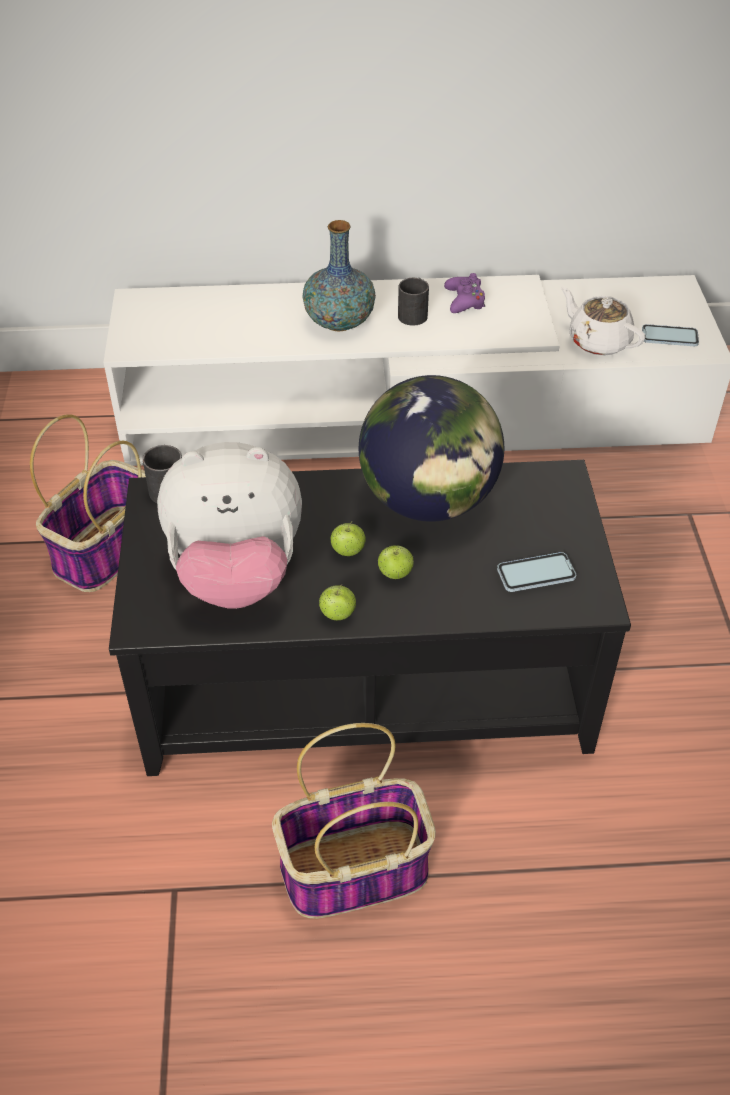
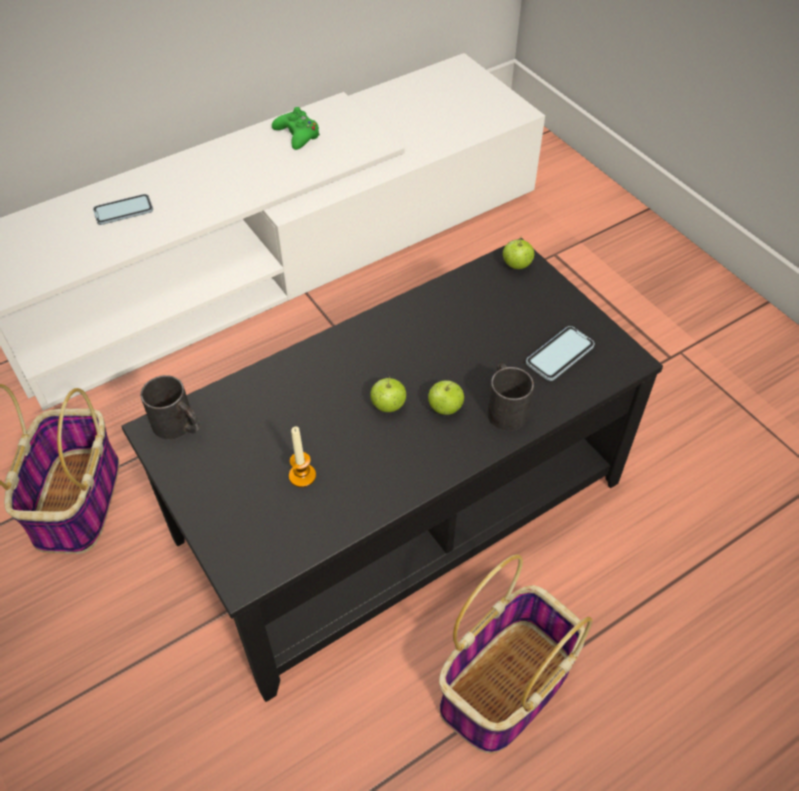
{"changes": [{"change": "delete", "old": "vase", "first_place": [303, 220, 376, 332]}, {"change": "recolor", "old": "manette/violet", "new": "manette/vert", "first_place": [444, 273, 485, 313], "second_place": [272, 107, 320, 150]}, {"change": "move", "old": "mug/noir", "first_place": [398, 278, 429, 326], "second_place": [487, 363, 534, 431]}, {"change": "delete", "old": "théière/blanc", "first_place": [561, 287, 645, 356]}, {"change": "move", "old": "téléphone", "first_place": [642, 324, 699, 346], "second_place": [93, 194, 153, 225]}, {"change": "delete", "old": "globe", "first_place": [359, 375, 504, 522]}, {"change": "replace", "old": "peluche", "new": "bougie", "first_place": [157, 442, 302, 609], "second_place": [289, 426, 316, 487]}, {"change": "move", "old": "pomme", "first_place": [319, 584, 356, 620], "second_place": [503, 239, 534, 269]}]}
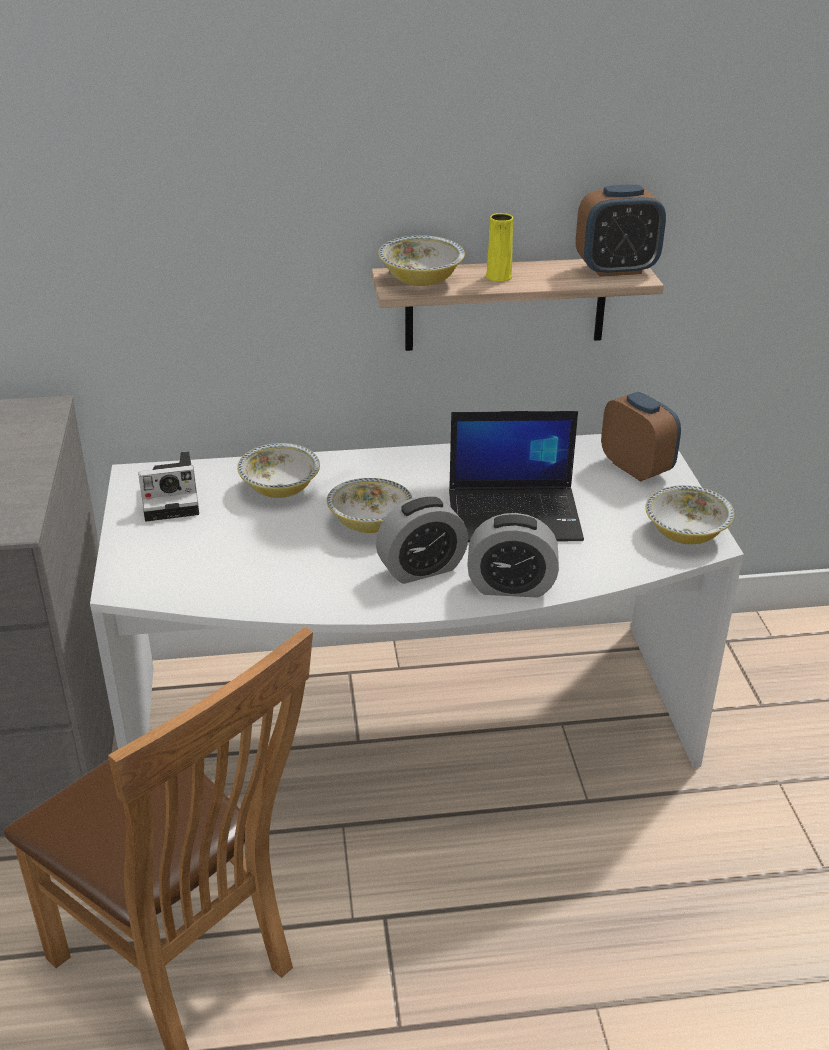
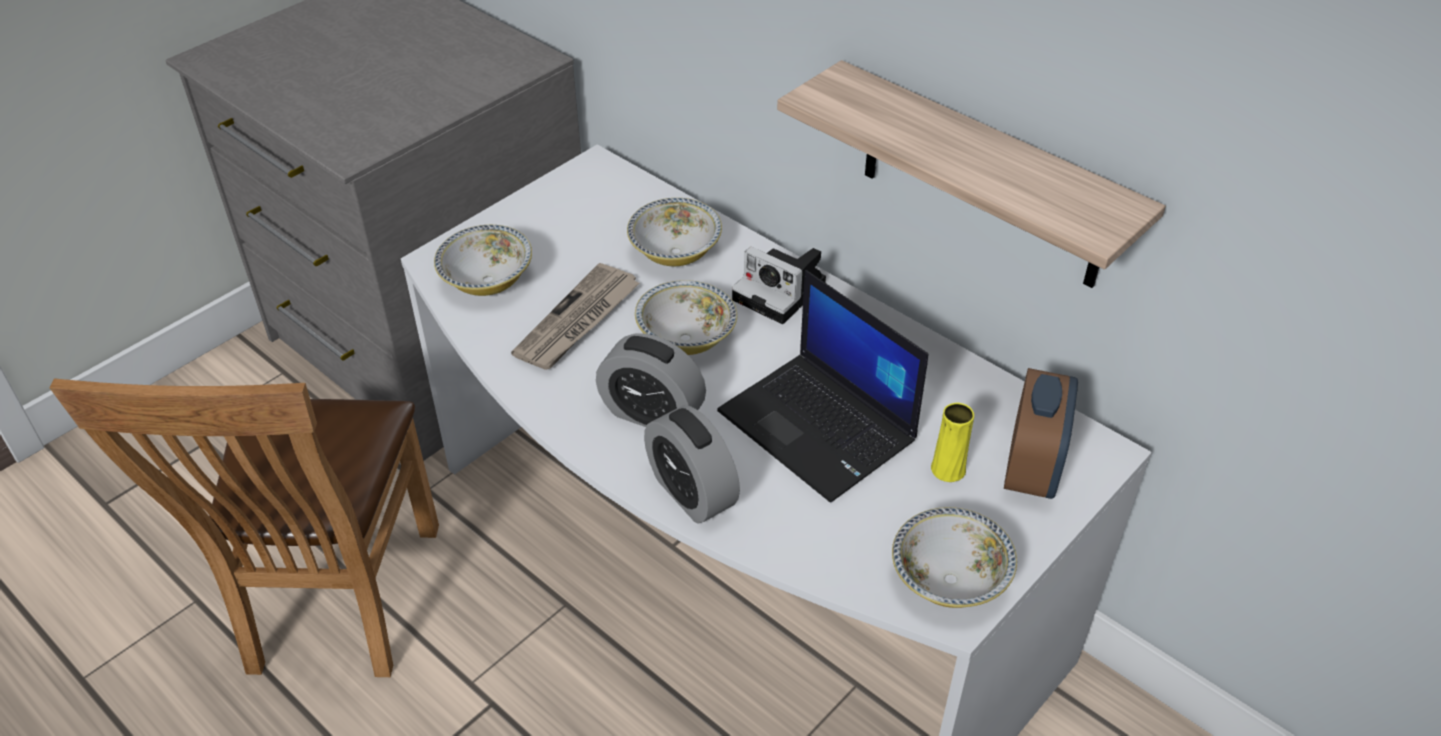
{"changes": [{"change": "delete", "old": "réveil", "first_place": [576, 185, 666, 277]}, {"change": "move", "old": "vase/jaune", "first_place": [486, 213, 513, 282], "second_place": [931, 403, 974, 482]}, {"change": "move", "old": "bol", "first_place": [378, 235, 465, 286], "second_place": [434, 225, 532, 296]}, {"change": "move", "old": "appareil photo", "first_place": [138, 451, 199, 522], "second_place": [732, 247, 826, 324]}, {"change": "insert", "new": "journal", "second_place": [511, 263, 640, 370]}]}
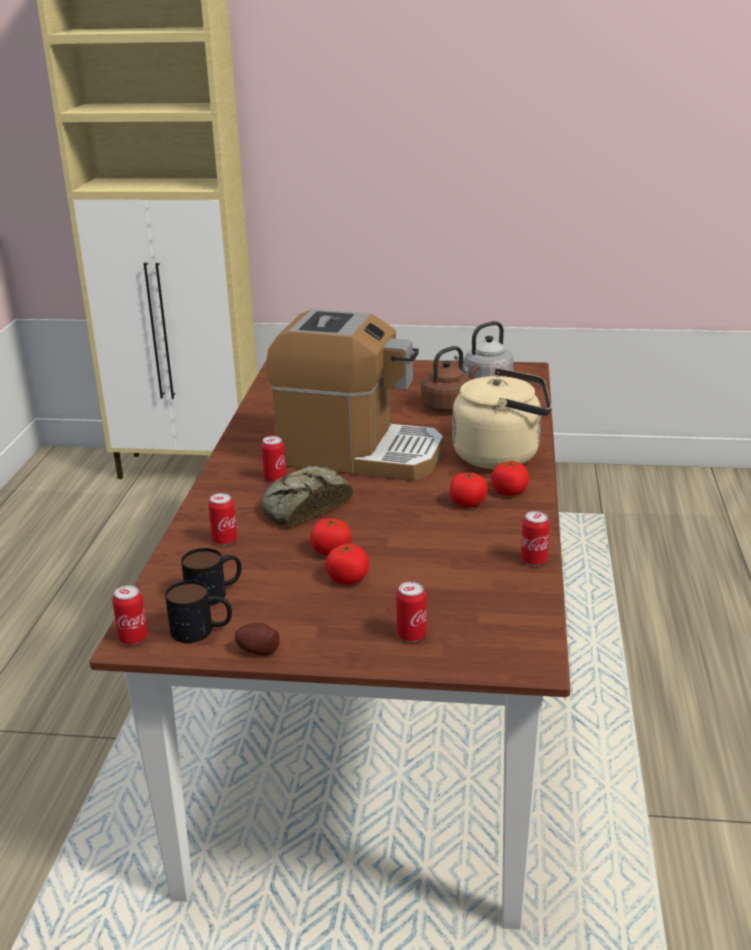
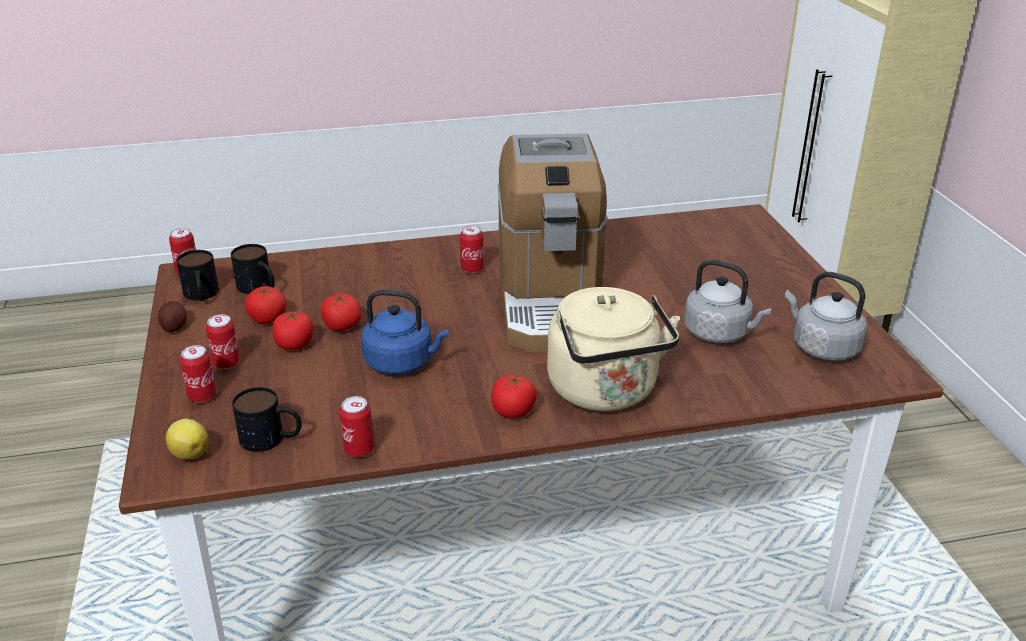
{"changes": [{"change": "recolor", "old": "bouilloire/marron", "new": "bouilloire/gris", "first_place": [421, 346, 479, 412], "second_place": [684, 259, 771, 343]}, {"change": "delete", "old": "pain", "first_place": [261, 466, 353, 527]}, {"change": "move", "old": "tomate", "first_place": [450, 472, 488, 507], "second_place": [245, 286, 287, 324]}, {"change": "move", "old": "boîte métallique", "first_place": [208, 493, 237, 545], "second_place": [206, 314, 240, 369]}, {"change": "insert", "new": "bouilloire/bleu", "second_place": [361, 289, 449, 375]}, {"change": "insert", "new": "mug", "second_place": [232, 387, 302, 452]}, {"change": "insert", "new": "citron", "second_place": [166, 419, 209, 460]}]}
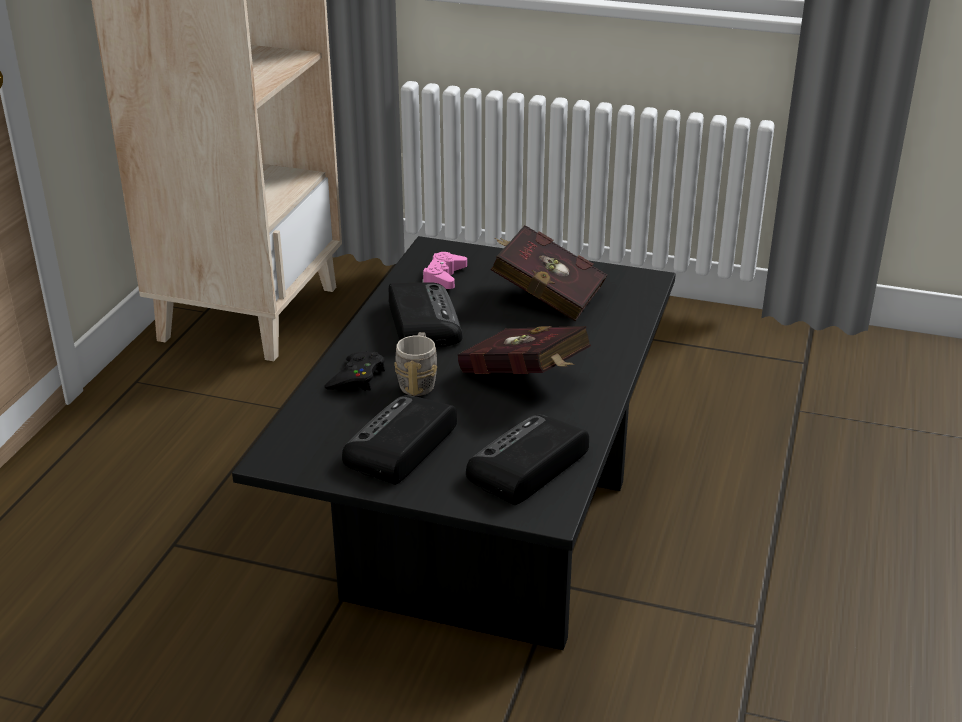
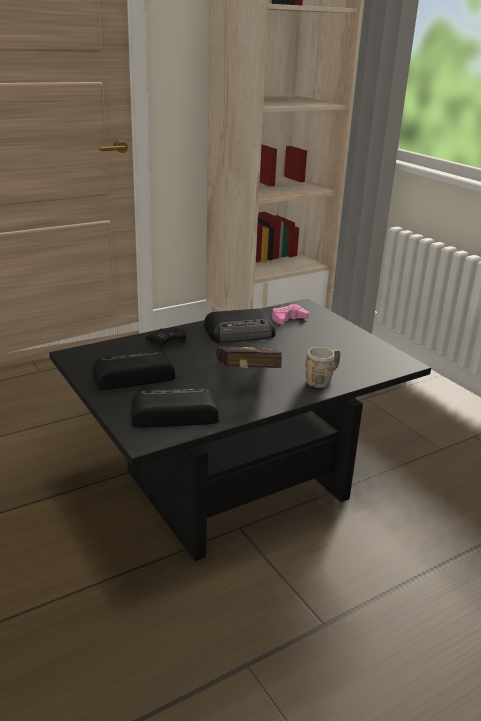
{"changes": [{"change": "delete", "old": "livre/rouge", "first_place": [491, 225, 607, 321]}, {"change": "rotate", "old": "radio", "first_place": [389, 282, 463, 347], "second_place": [204, 309, 276, 343], "degrees": 45}, {"change": "move", "old": "mug/gris", "first_place": [394, 332, 437, 396], "second_place": [305, 347, 340, 388]}]}
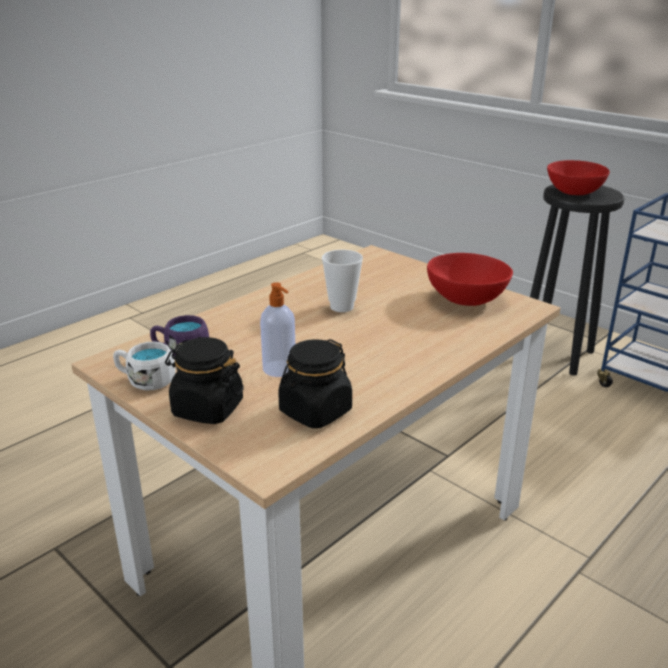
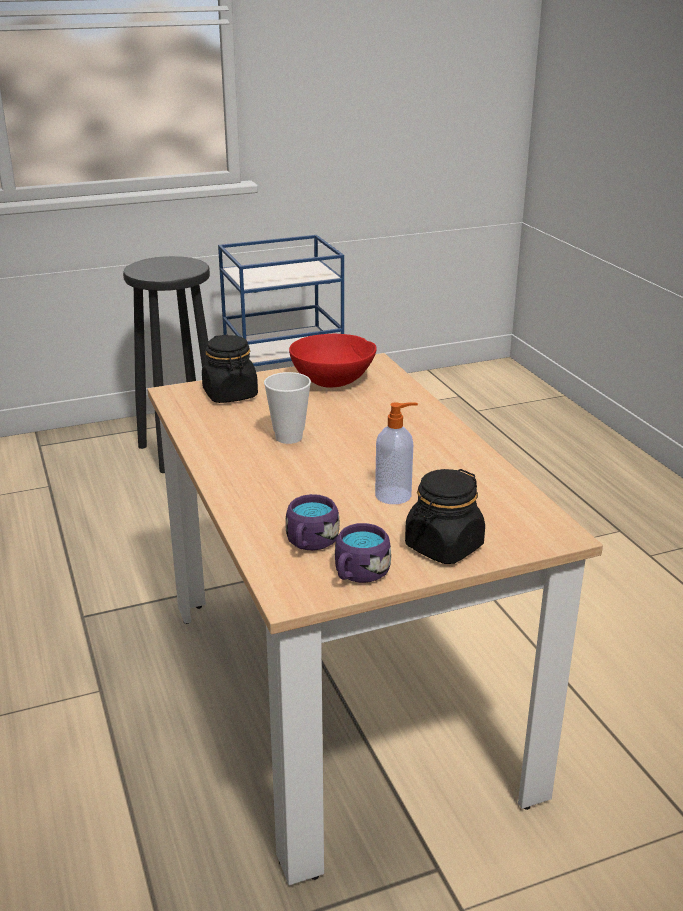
{"changes": [{"change": "delete", "old": "bol/rouge", "first_place": [547, 160, 610, 195]}, {"change": "move", "old": "bocal/noir", "first_place": [278, 339, 352, 428], "second_place": [202, 334, 258, 403]}, {"change": "recolor", "old": "mug/blanc", "new": "mug/violet", "first_place": [113, 342, 175, 391], "second_place": [335, 523, 391, 583]}]}
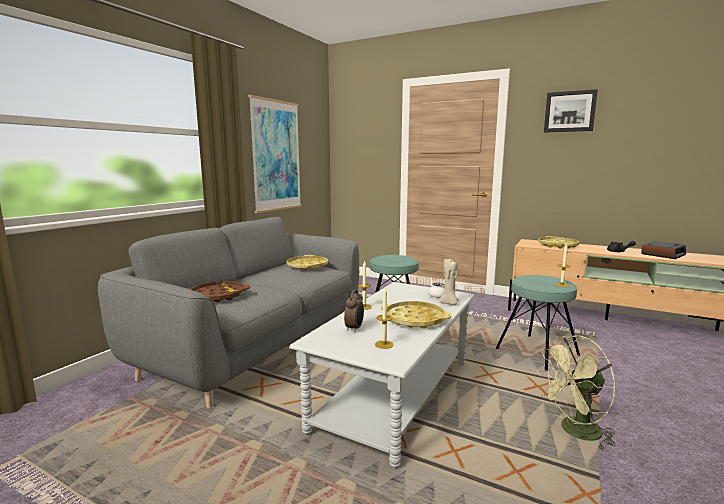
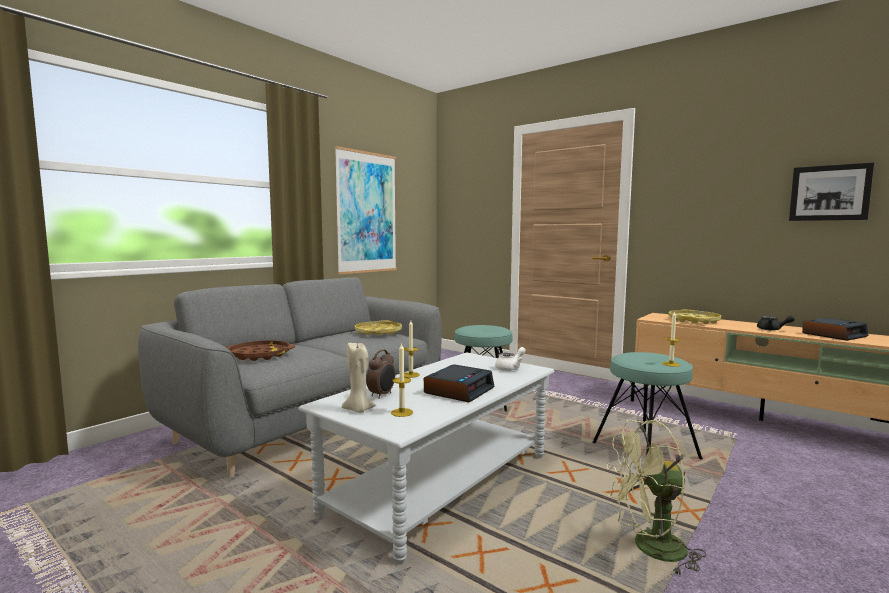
{"changes": [{"change": "move", "old": "tableau", "first_place": [544, 89, 598, 133], "second_place": [789, 162, 874, 221]}, {"change": "move", "old": "bougie/beige", "first_place": [439, 259, 458, 305], "second_place": [342, 343, 376, 413]}, {"change": "replace", "old": "plateau/jaune", "new": "réveil", "first_place": [381, 301, 452, 328], "second_place": [424, 364, 494, 402]}]}
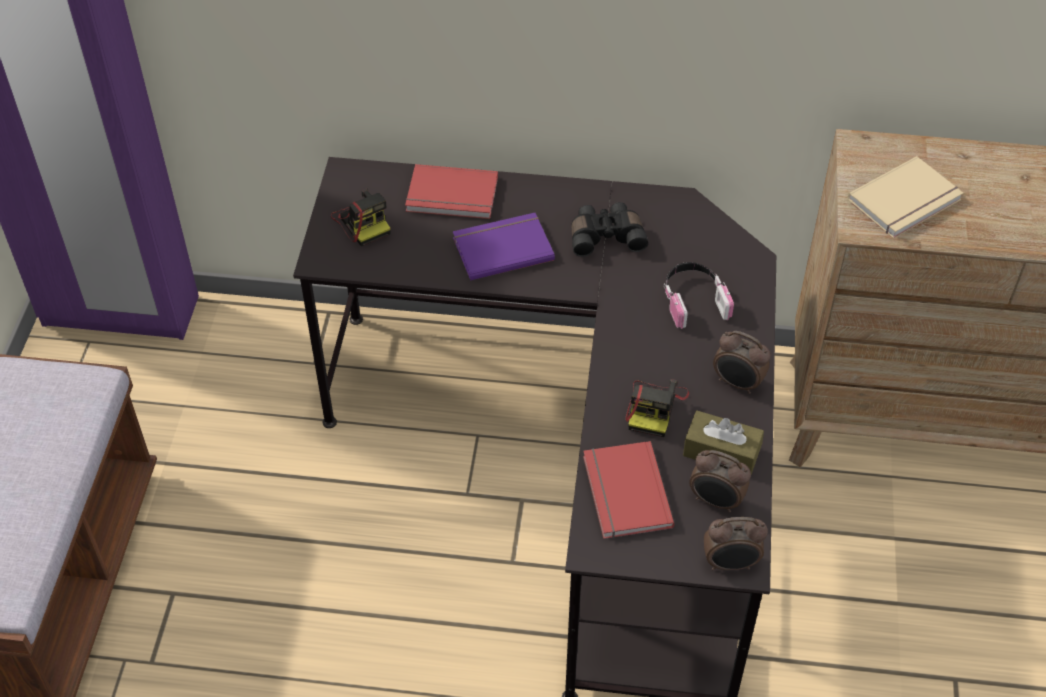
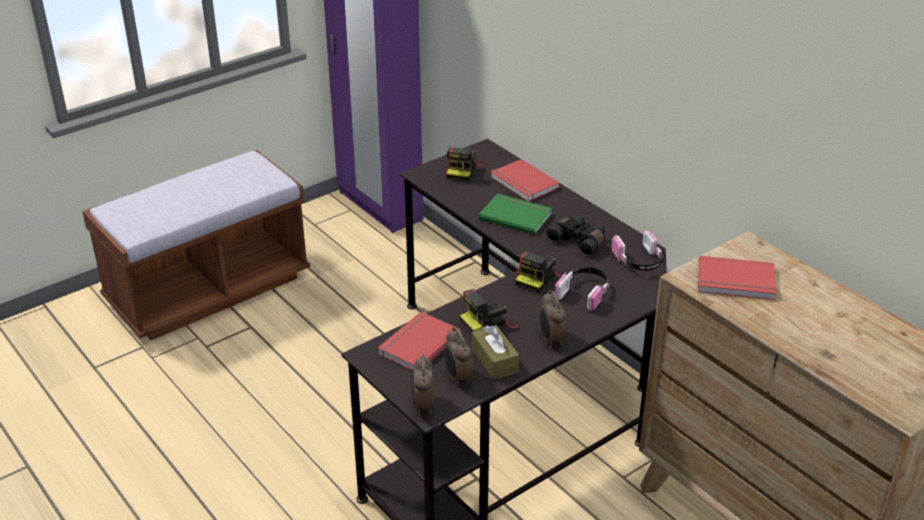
{"changes": [{"change": "recolor", "old": "livre/beige", "new": "livre/rouge", "first_place": [848, 156, 963, 239], "second_place": [698, 256, 777, 300]}, {"change": "recolor", "old": "livre/violet", "new": "livre/vert", "first_place": [453, 213, 555, 280], "second_place": [478, 194, 553, 235]}, {"change": "rotate", "old": "réveil", "first_place": [704, 517, 768, 570], "second_place": [412, 354, 434, 415], "degrees": 45}, {"change": "insert", "new": "casque audio", "second_place": [611, 230, 663, 271]}, {"change": "insert", "new": "appareil photo", "second_place": [515, 251, 566, 293]}]}
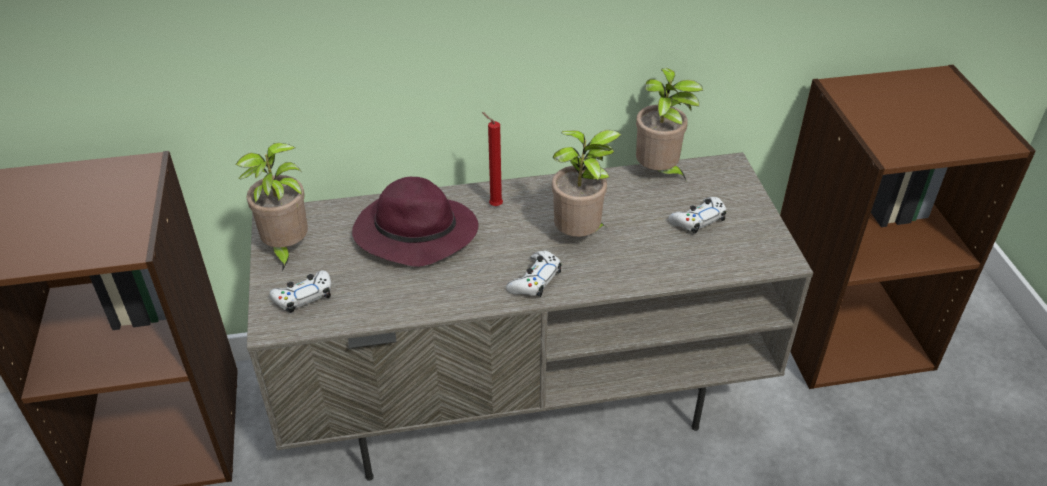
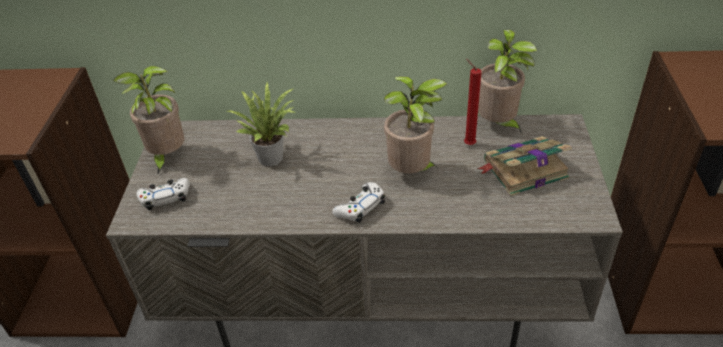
{"changes": [{"change": "move", "old": "bougie/rouge", "first_place": [482, 112, 503, 206], "second_place": [464, 59, 482, 145]}, {"change": "replace", "old": "chapeau/violet", "new": "plante en pot", "first_place": [352, 177, 479, 267], "second_place": [227, 83, 294, 166]}, {"change": "replace", "old": "manette/blanc", "new": "livre", "first_place": [668, 197, 726, 234], "second_place": [477, 136, 572, 196]}]}
